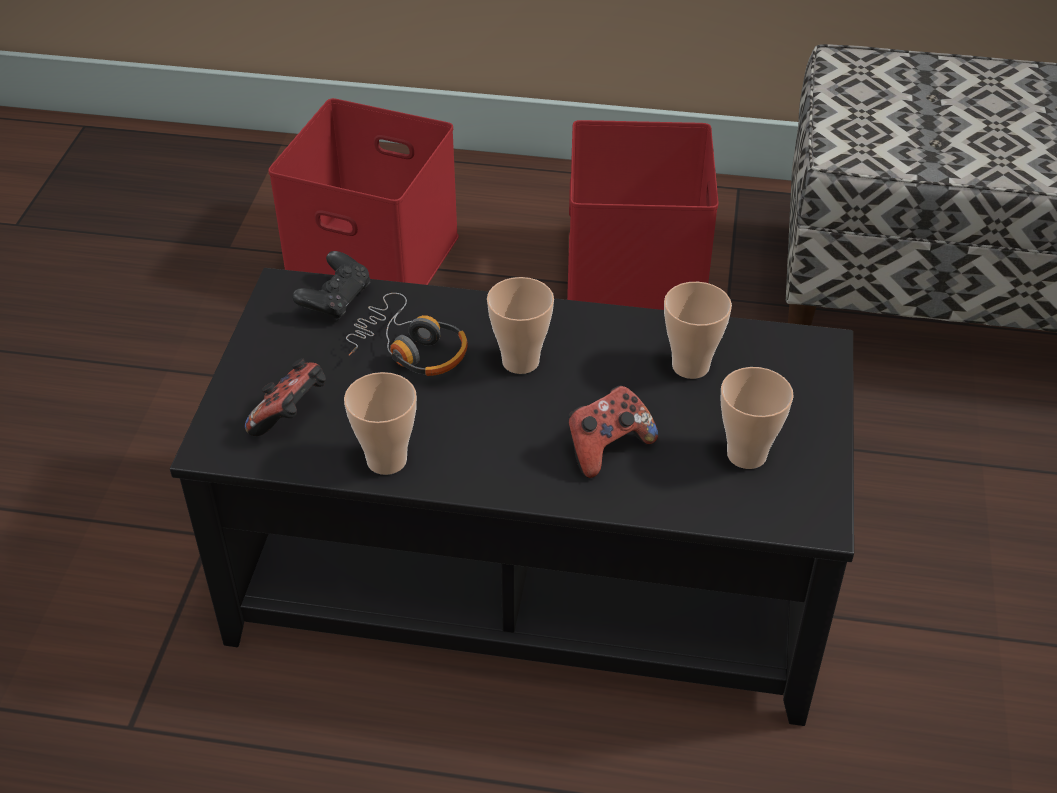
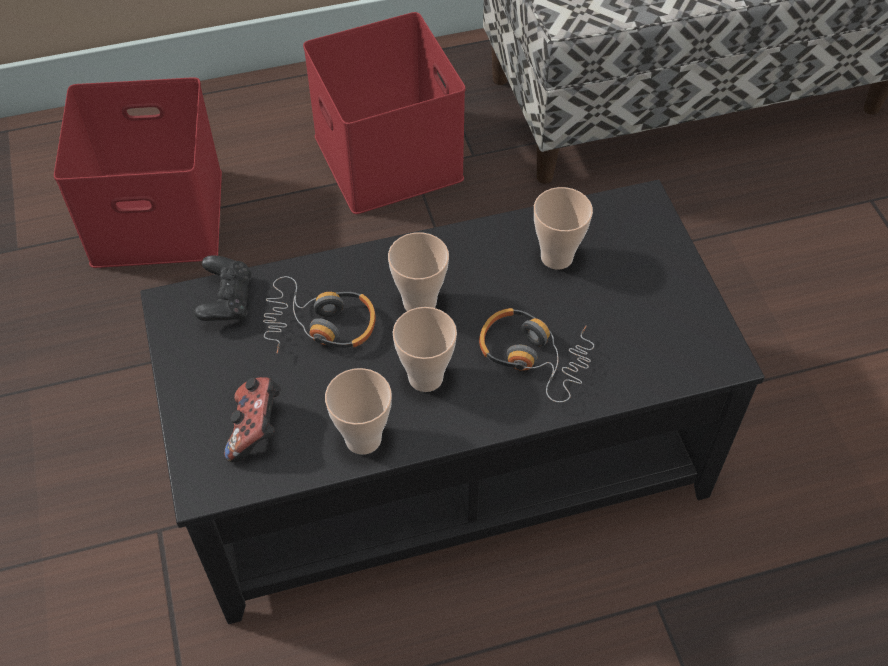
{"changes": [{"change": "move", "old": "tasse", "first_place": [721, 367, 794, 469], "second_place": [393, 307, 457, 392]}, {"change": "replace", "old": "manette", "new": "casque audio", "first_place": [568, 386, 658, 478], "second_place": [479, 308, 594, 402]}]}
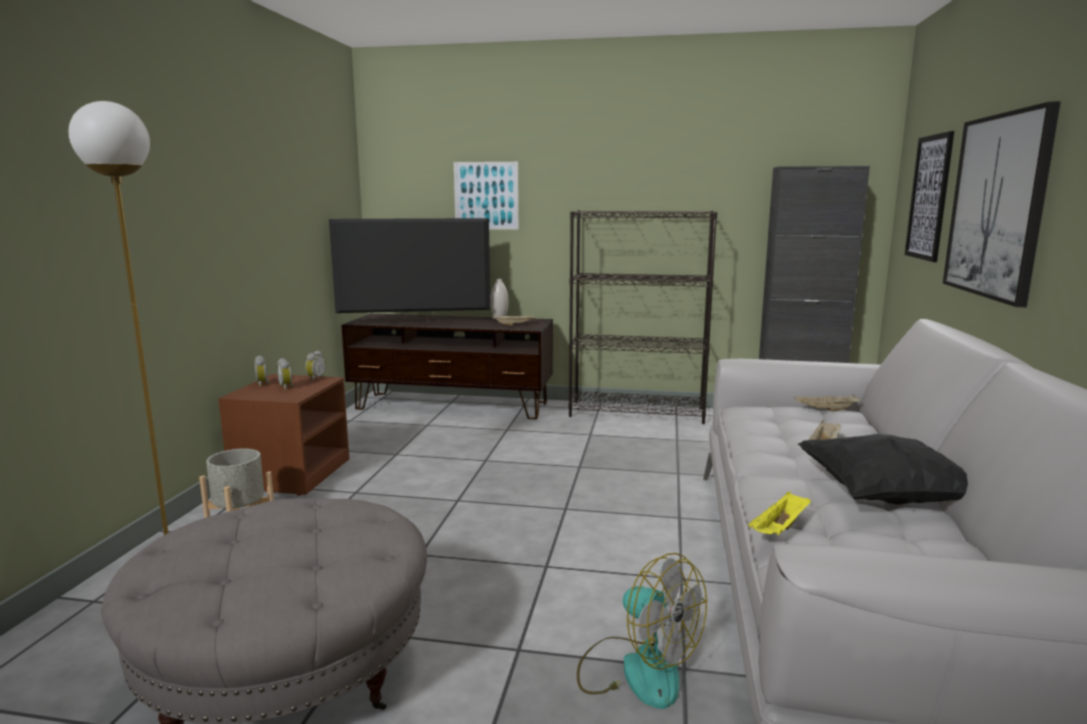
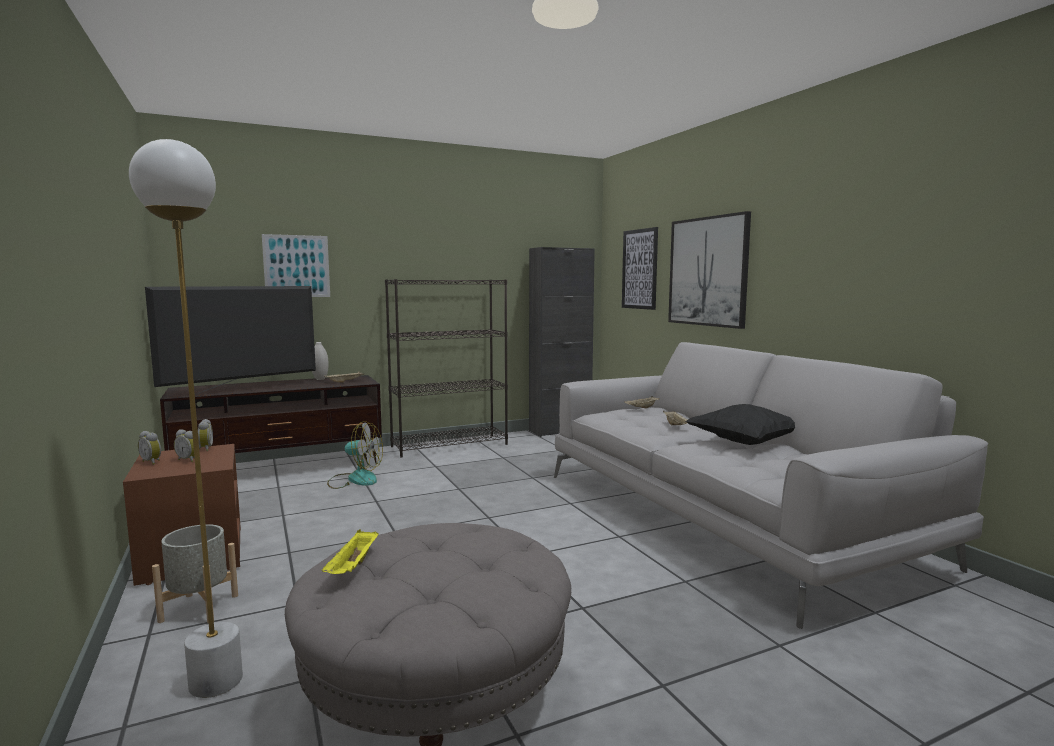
{"changes": [{"change": "move", "old": "plateau/jaune", "first_place": [748, 492, 811, 535], "second_place": [322, 529, 379, 574]}, {"change": "move", "old": "ventilateur", "first_place": [577, 553, 707, 709], "second_place": [327, 421, 383, 489]}]}
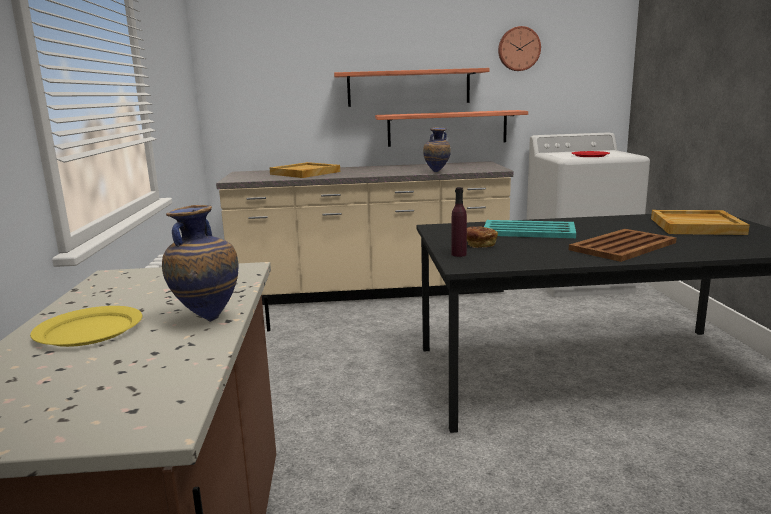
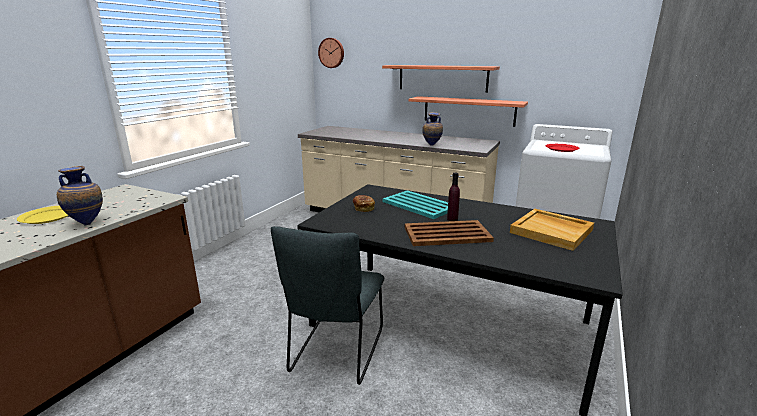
{"changes": [{"change": "move", "old": "horloge murale", "first_place": [498, 26, 541, 71], "second_place": [318, 38, 344, 68]}, {"change": "delete", "old": "plateau/beige", "first_place": [270, 162, 340, 178]}, {"change": "move", "old": "bouteille/violet", "first_place": [451, 187, 467, 257], "second_place": [447, 173, 460, 221]}, {"change": "insert", "new": "chaise/gris", "second_place": [271, 226, 384, 385]}]}
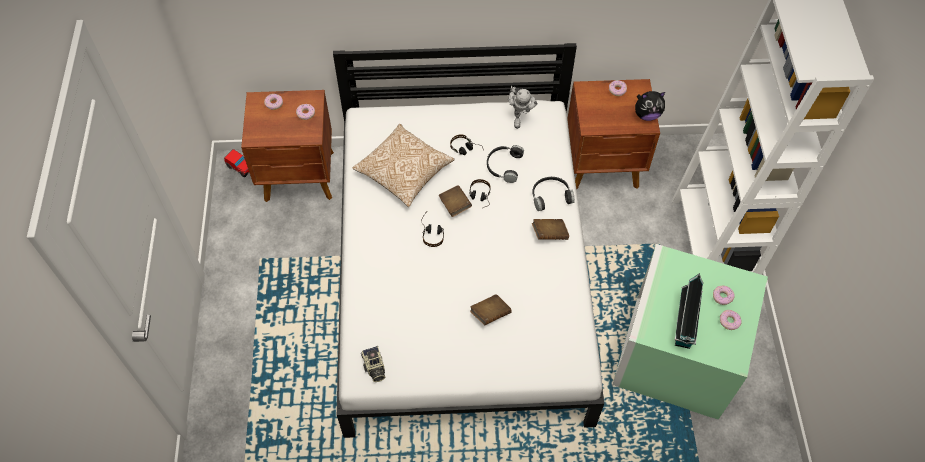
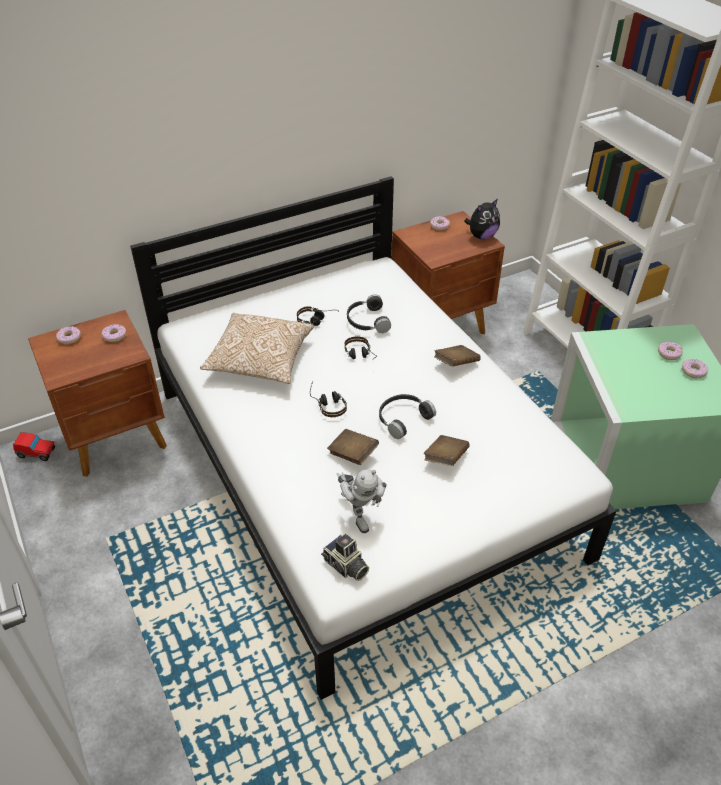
{"changes": [{"change": "move", "old": "robot jouet", "first_place": [508, 86, 538, 129], "second_place": [337, 469, 387, 533]}, {"change": "move", "old": "casque audio/noir", "first_place": [532, 177, 575, 211], "second_place": [379, 394, 436, 439]}, {"change": "move", "old": "livre/marron", "first_place": [439, 185, 472, 217], "second_place": [327, 429, 379, 465]}, {"change": "delete", "old": "maison miniature", "first_place": [675, 273, 704, 349]}]}
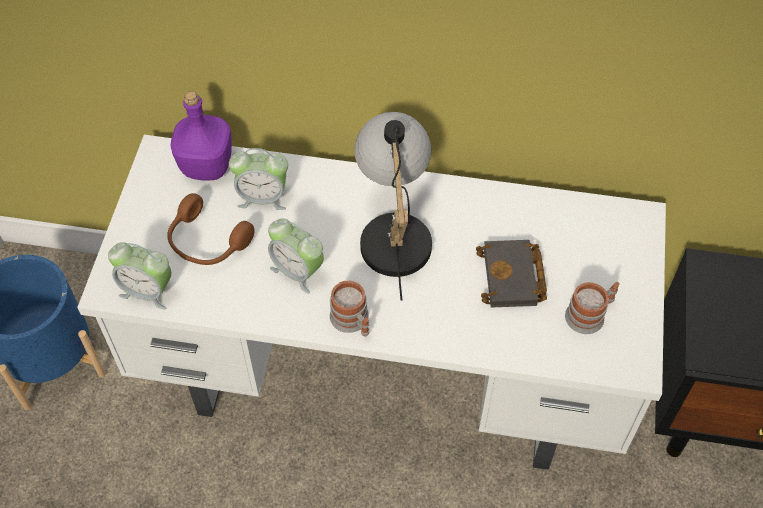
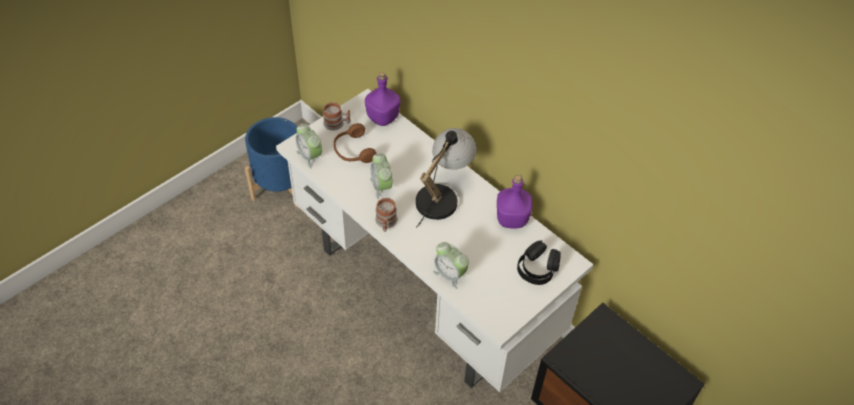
{"changes": [{"change": "move", "old": "réveil", "first_place": [229, 148, 288, 210], "second_place": [433, 242, 469, 289]}, {"change": "delete", "old": "livre/noir", "first_place": [476, 240, 547, 308]}, {"change": "move", "old": "mug", "first_place": [565, 282, 620, 334], "second_place": [323, 102, 351, 131]}, {"change": "insert", "new": "bouteille/violet", "second_place": [497, 175, 532, 228]}, {"change": "insert", "new": "casque audio/noir", "second_place": [517, 240, 561, 285]}]}
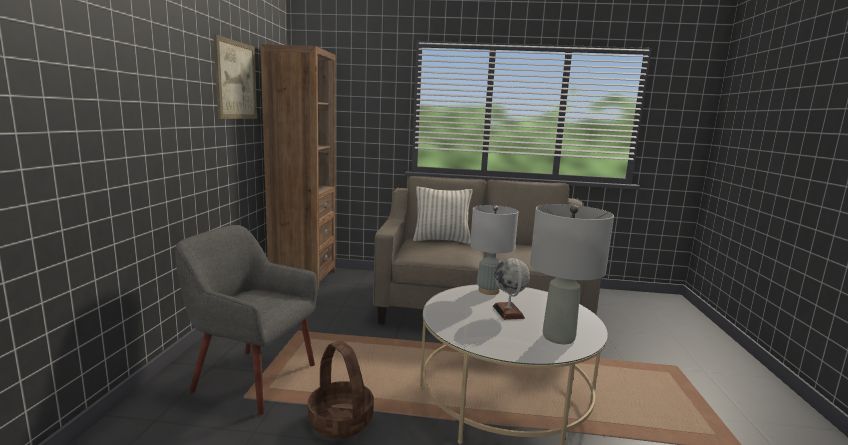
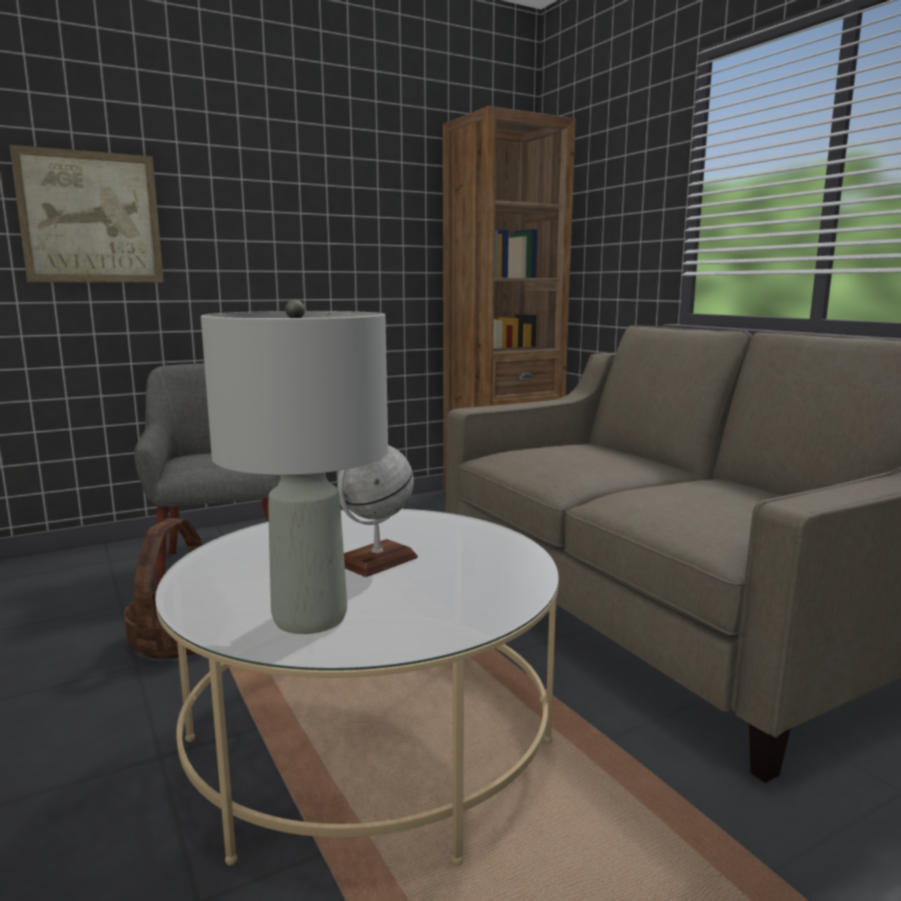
{"changes": [{"change": "move", "old": "tableau", "first_place": [213, 34, 257, 119], "second_place": [9, 145, 164, 282]}, {"change": "delete", "old": "coussin", "first_place": [413, 187, 473, 244]}, {"change": "delete", "old": "lampe de table/gris", "first_place": [470, 205, 519, 295]}]}
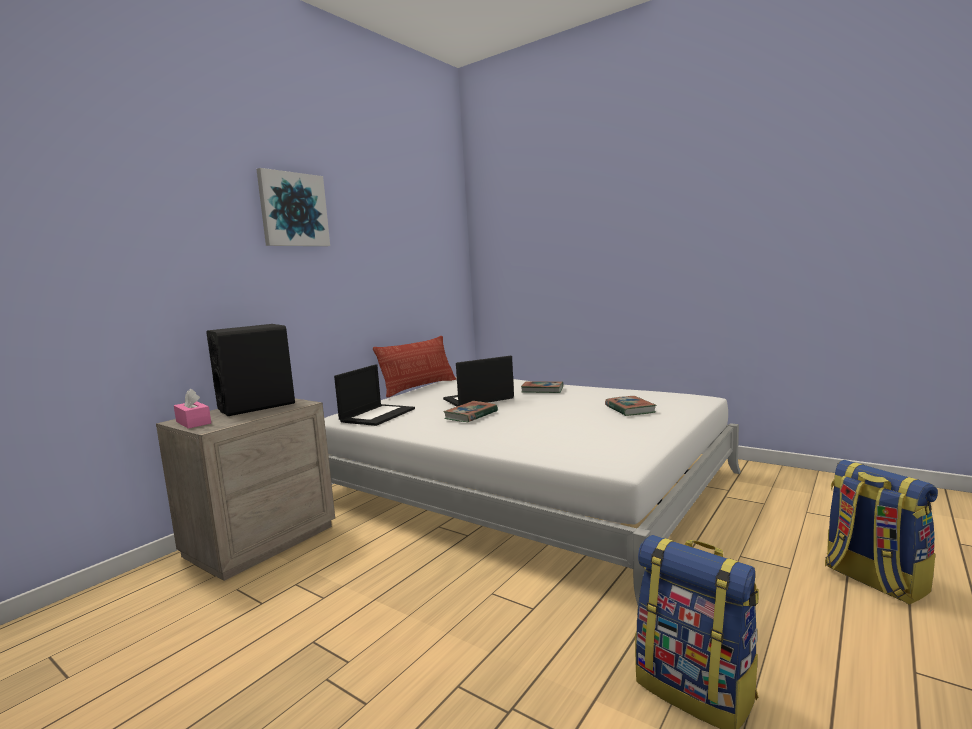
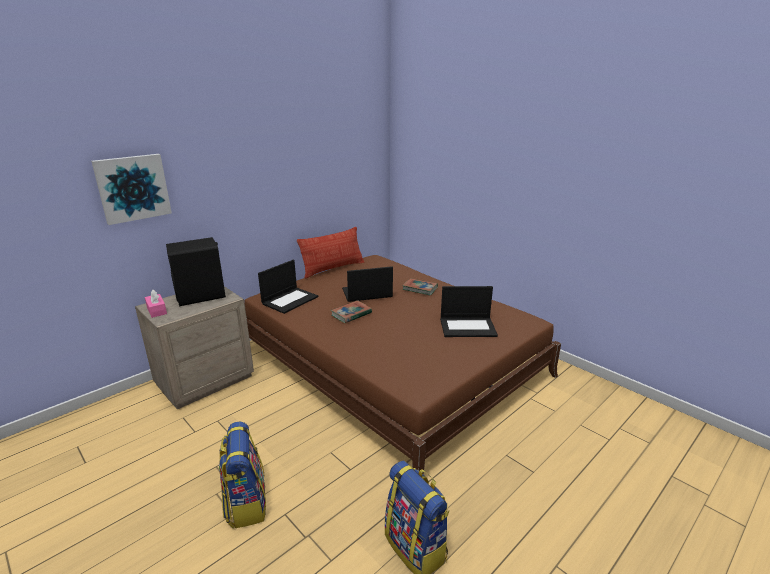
{"changes": [{"change": "move", "old": "tableau", "first_place": [256, 168, 330, 246], "second_place": [91, 154, 172, 225]}, {"change": "recolor", "old": "lit/blanc", "new": "lit/marron", "first_place": [324, 376, 741, 605], "second_place": [244, 255, 561, 474]}, {"change": "replace", "old": "livre", "new": "ordinateur portable", "first_place": [605, 396, 657, 416], "second_place": [440, 286, 498, 337]}, {"change": "move", "old": "sac à dos", "first_place": [825, 460, 938, 605], "second_place": [219, 421, 266, 529]}]}
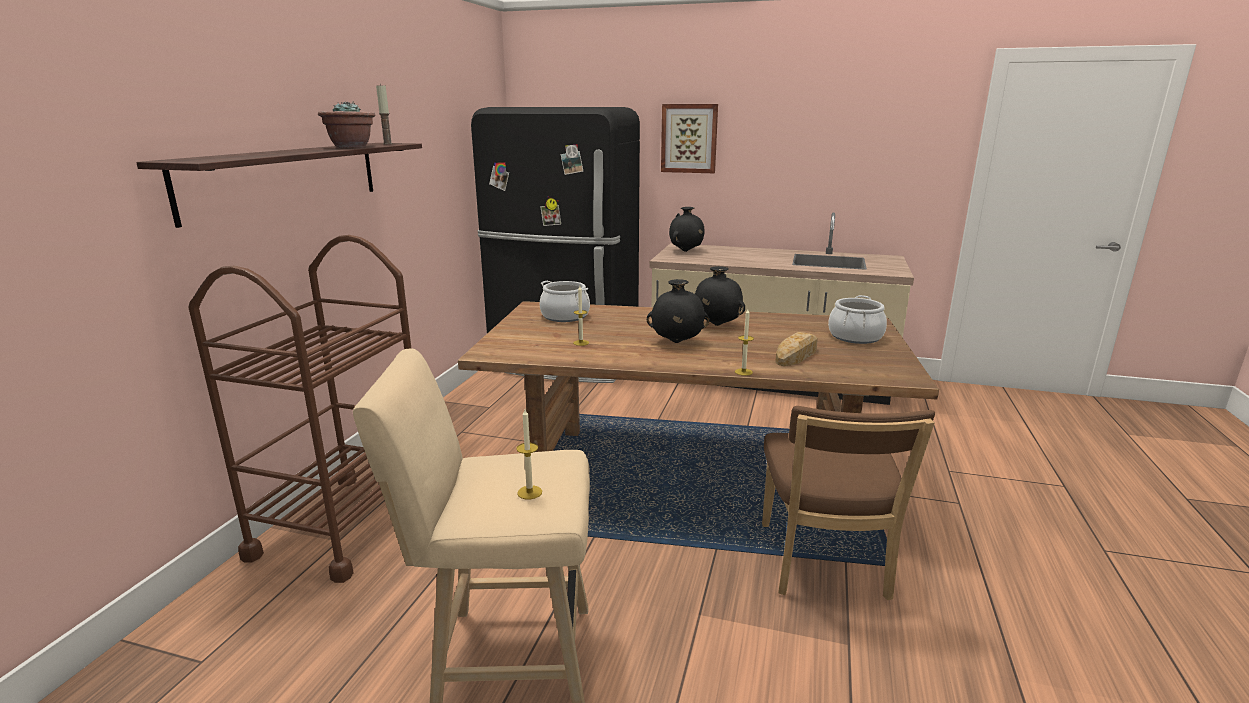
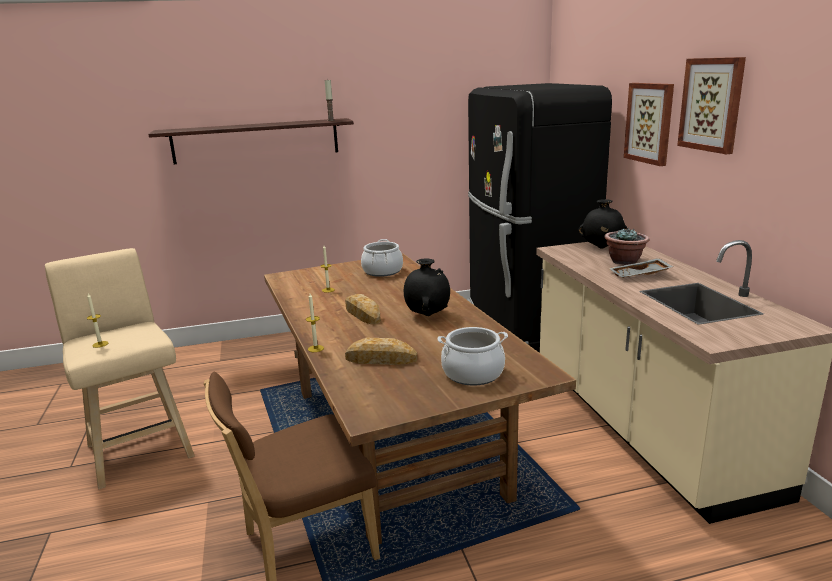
{"changes": [{"change": "move", "old": "plante en pot", "first_place": [318, 101, 375, 148], "second_place": [604, 227, 649, 265]}, {"change": "delete", "old": "chariot/marron", "first_place": [188, 235, 412, 583]}, {"change": "replace", "old": "vase/noir", "new": "pain", "first_place": [647, 279, 709, 343], "second_place": [345, 294, 381, 324]}, {"change": "insert", "new": "tableau", "second_place": [677, 57, 746, 154]}, {"change": "insert", "new": "plateau/gris", "second_place": [609, 258, 673, 278]}]}
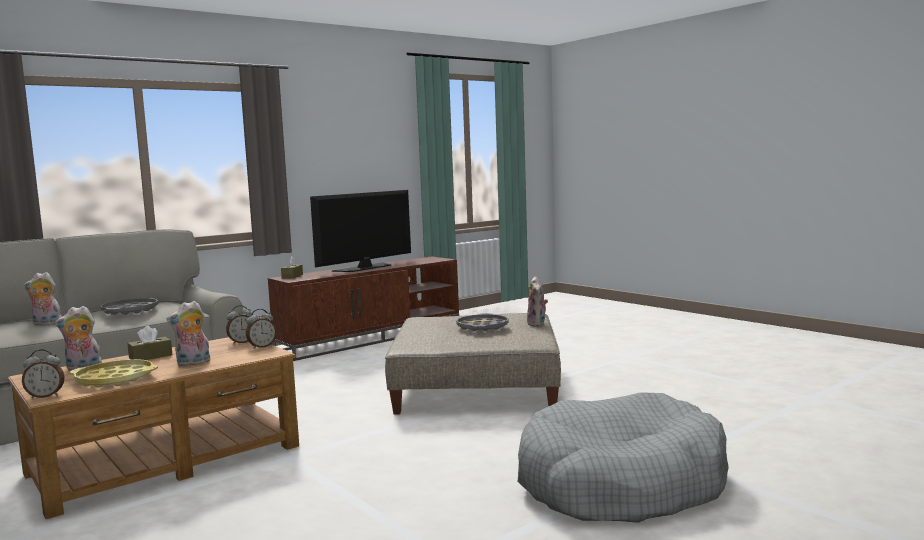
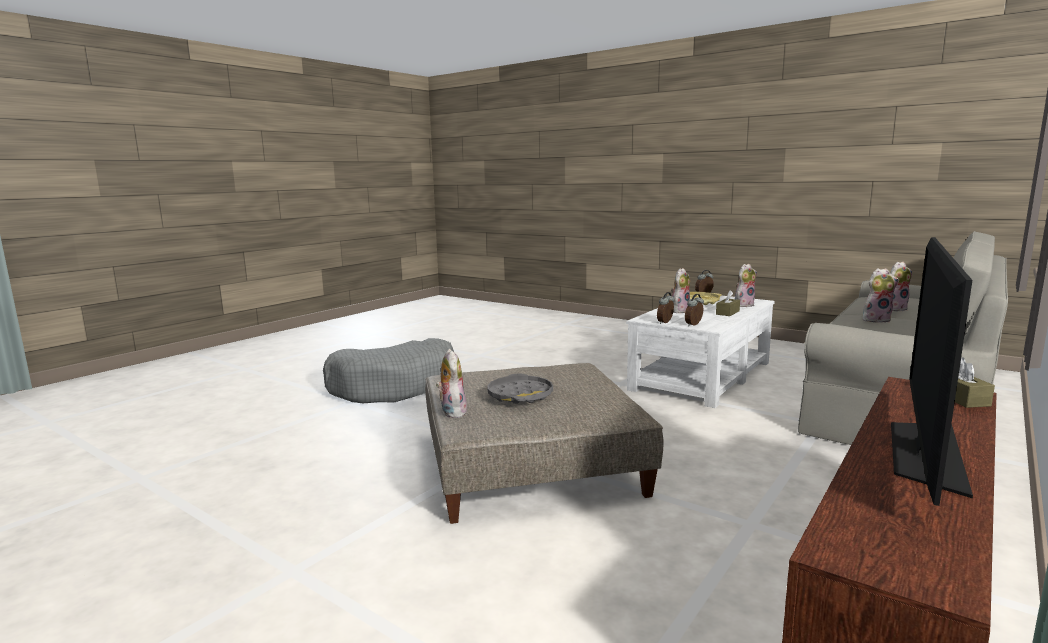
{"changes": [{"change": "replace", "old": "plateau/gris", "new": "peluche", "first_place": [100, 297, 158, 315], "second_place": [863, 268, 899, 323]}, {"change": "recolor", "old": "table basse/marron", "new": "table basse/blanc", "first_place": [8, 337, 299, 519], "second_place": [626, 296, 775, 408]}]}
